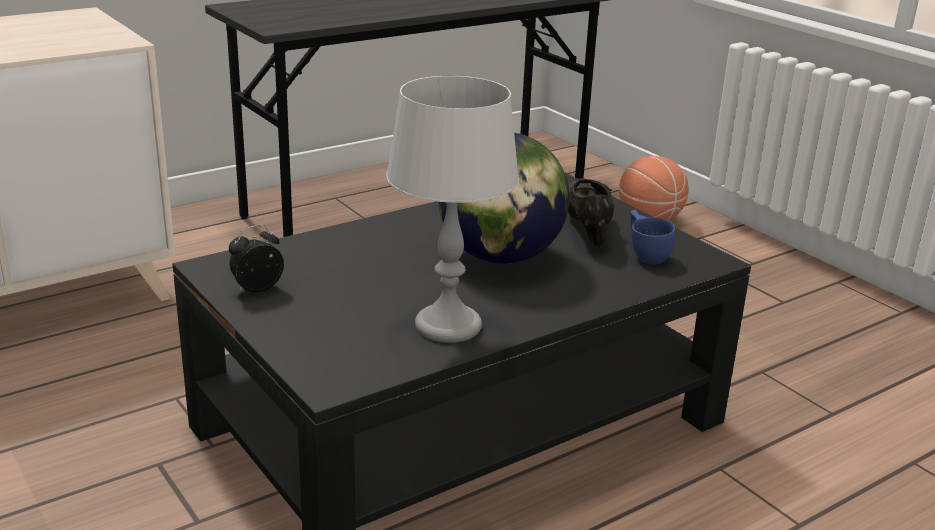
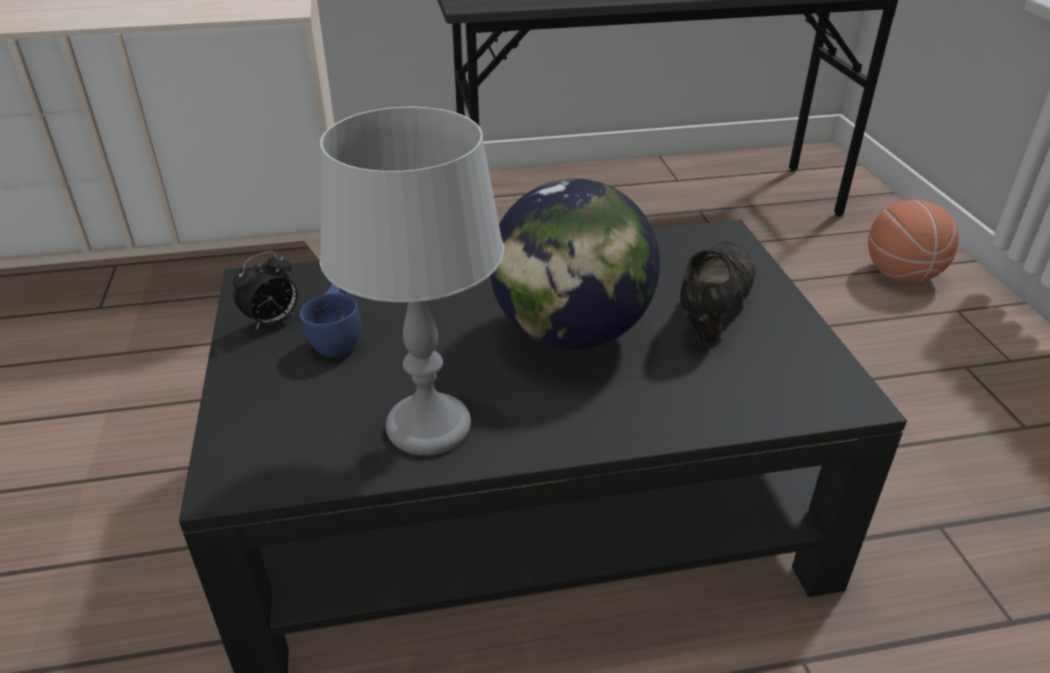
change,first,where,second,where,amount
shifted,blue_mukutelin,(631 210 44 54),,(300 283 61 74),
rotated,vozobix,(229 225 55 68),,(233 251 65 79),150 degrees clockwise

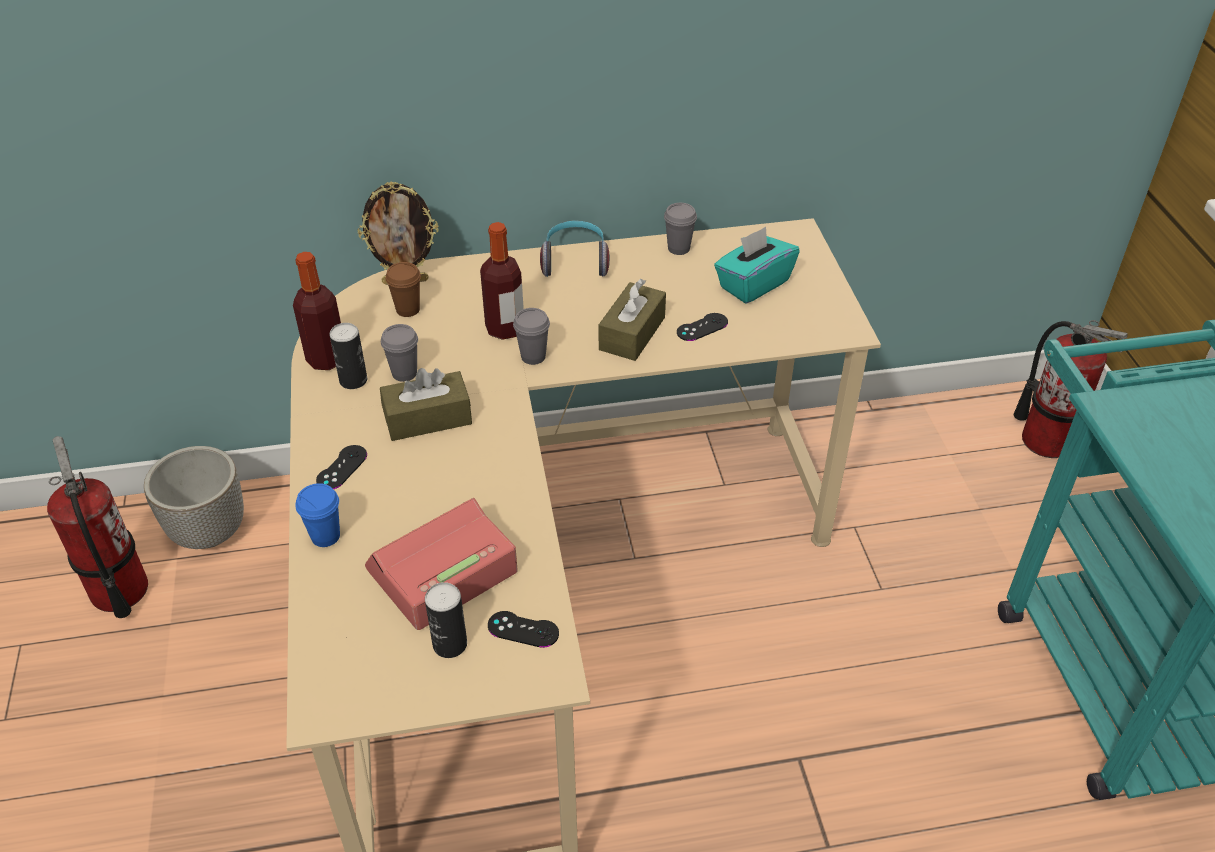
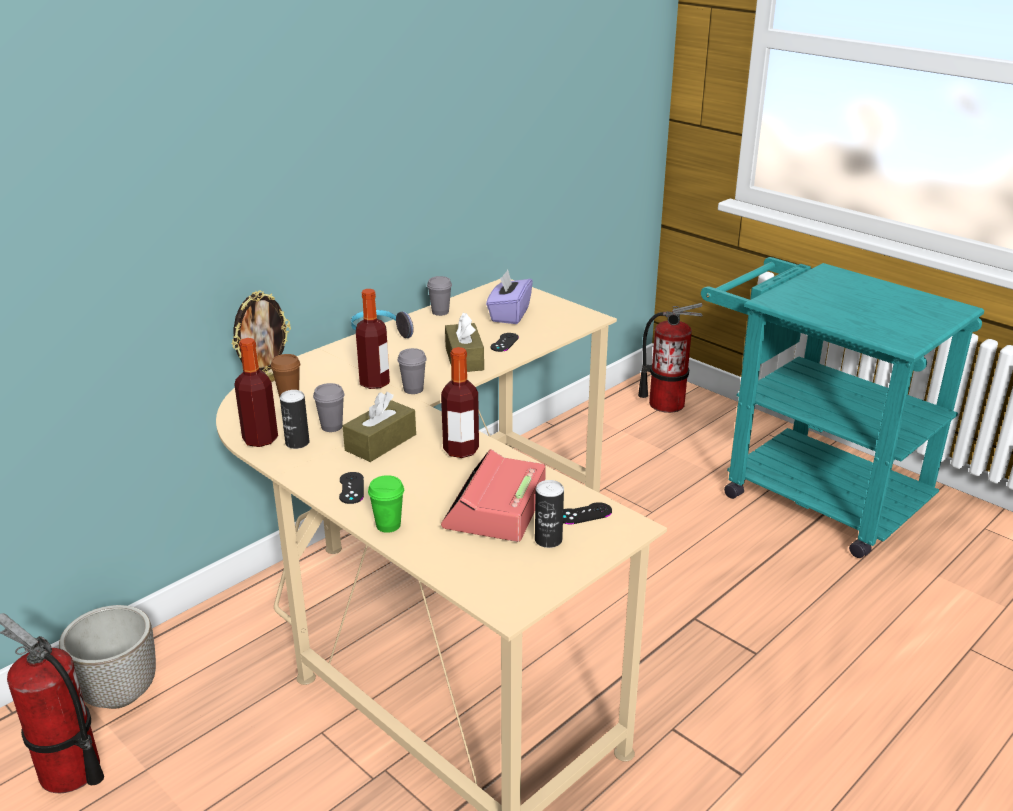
change,first,where,second,where,amount
new,,,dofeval,(441 347 38 111),
repainted,blue_mukutelin,(296 483 44 64),green_mukutelin,(368 475 36 58),
repainted,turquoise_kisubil,(714 227 86 77),purple_kisubil,(486 270 47 54),

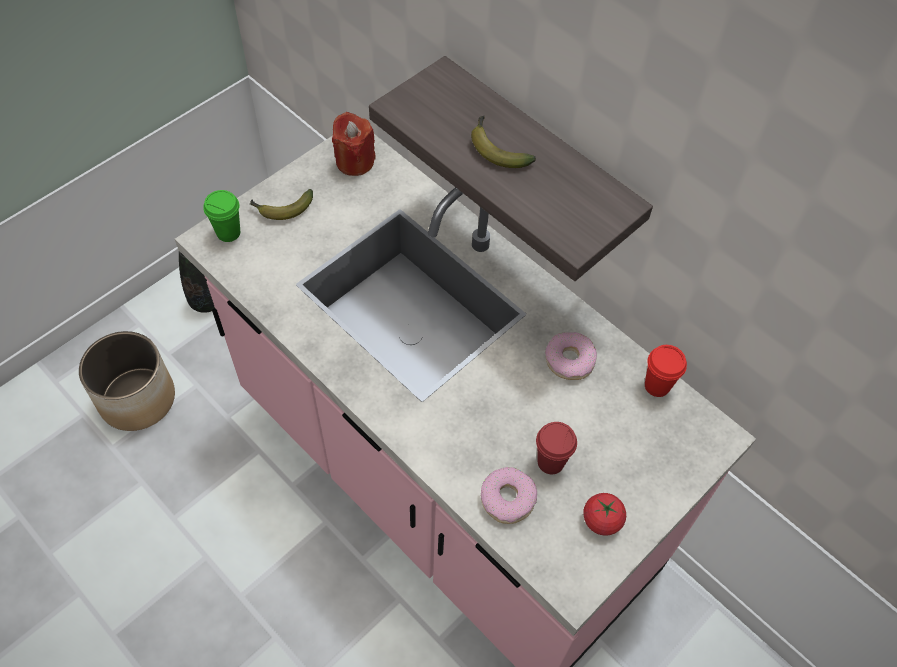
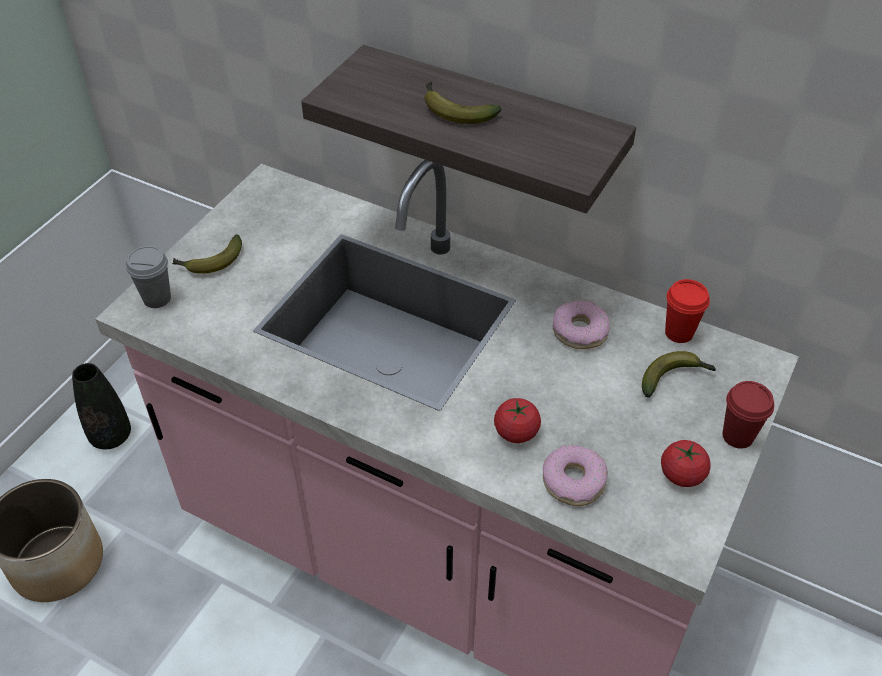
change,first,where,second,where,amount
gone,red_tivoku,(332 112 44 64),,,
new,,,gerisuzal,(494 398 47 45),
new,,,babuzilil,(642 351 74 47),
shifted,red_mukutelin,(536 422 41 52),,(722 381 52 68),
repainted,green_mukutelin,(203 190 37 52),grey_mukutelin,(126 246 45 62),

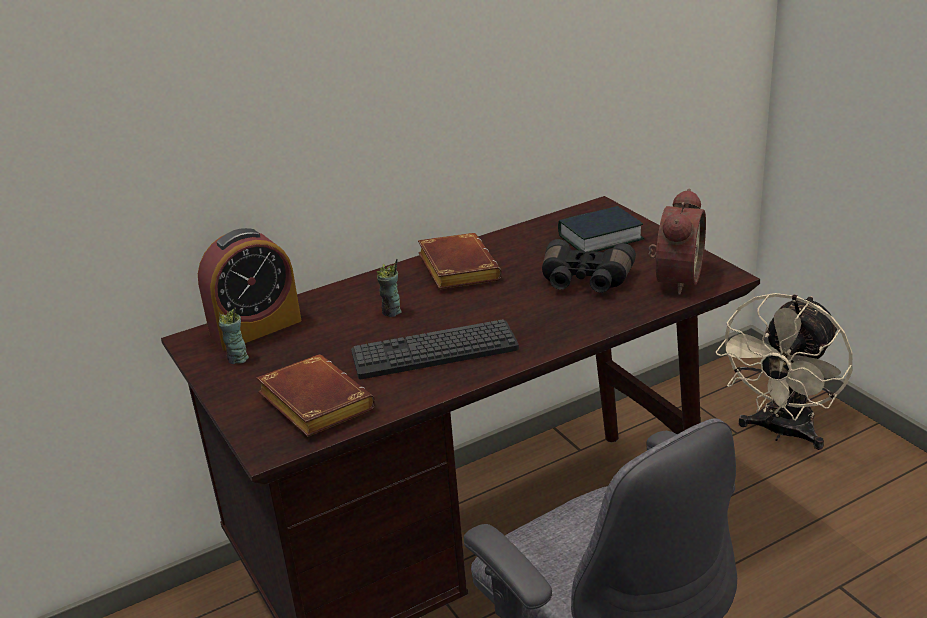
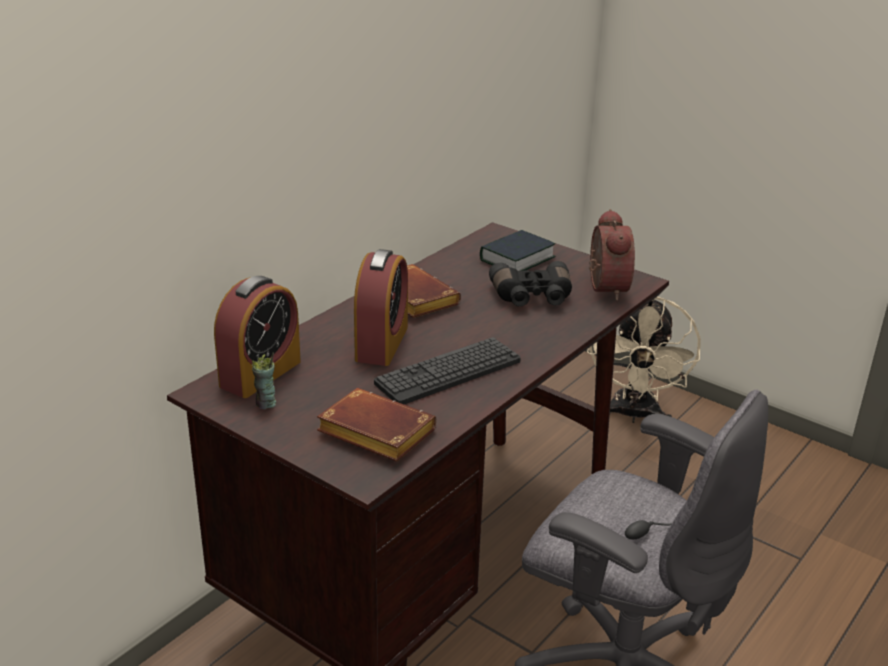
change,first,where,second,where,amount
swapped,mukutelin,(376 258 26 59),vozobix,(354 249 54 117),

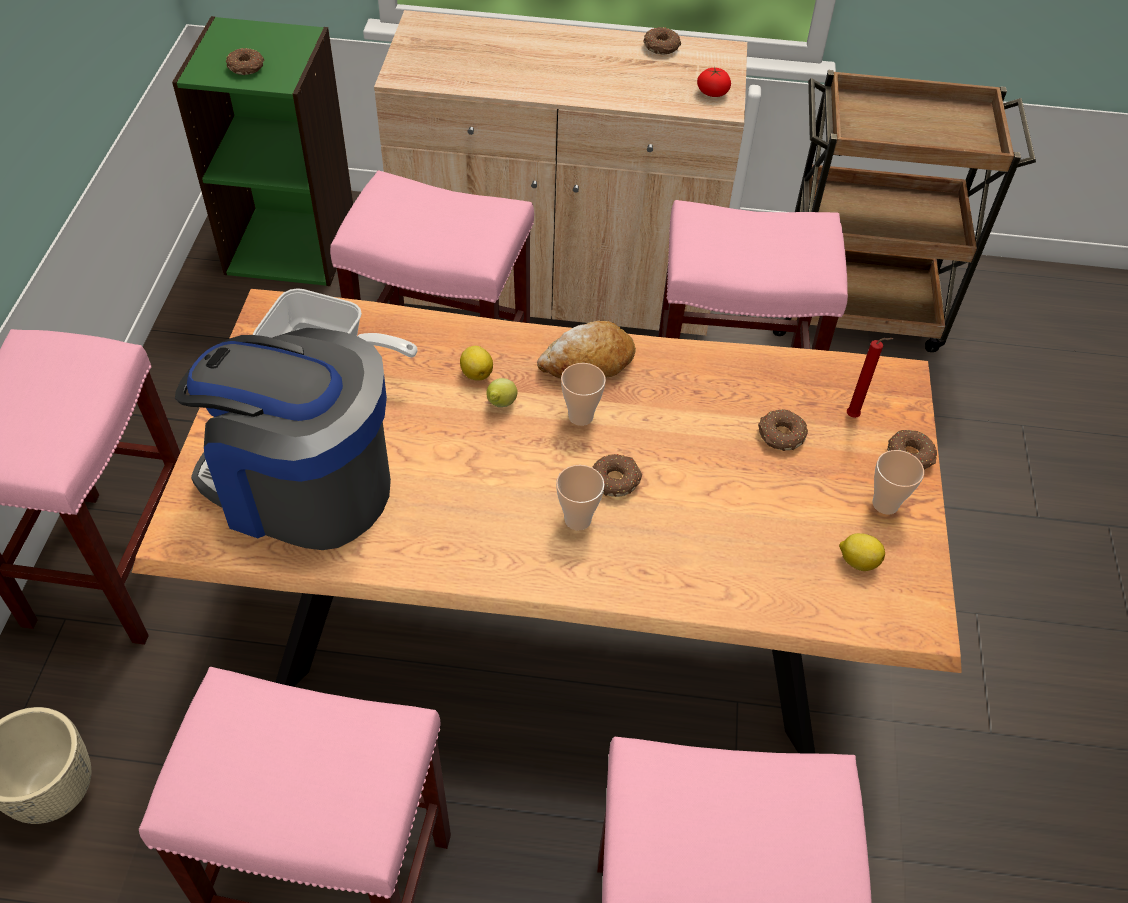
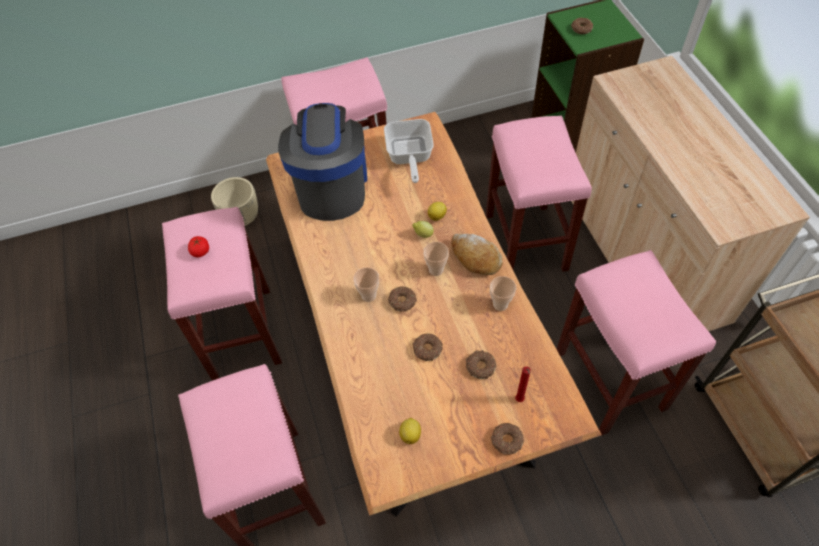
change,first,where,second,where,amount
shifted,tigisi,(643 27 38 27),,(413 333 30 28),
shifted,gerisuzal,(697 66 34 31),,(188 236 21 21),
shifted,mukutelin,(873 450 51 65),,(490 276 26 35),

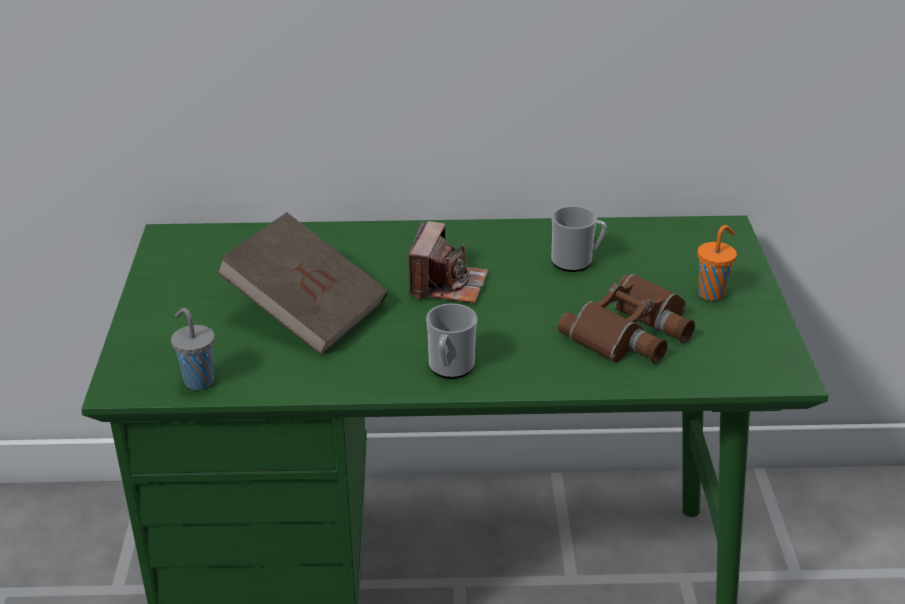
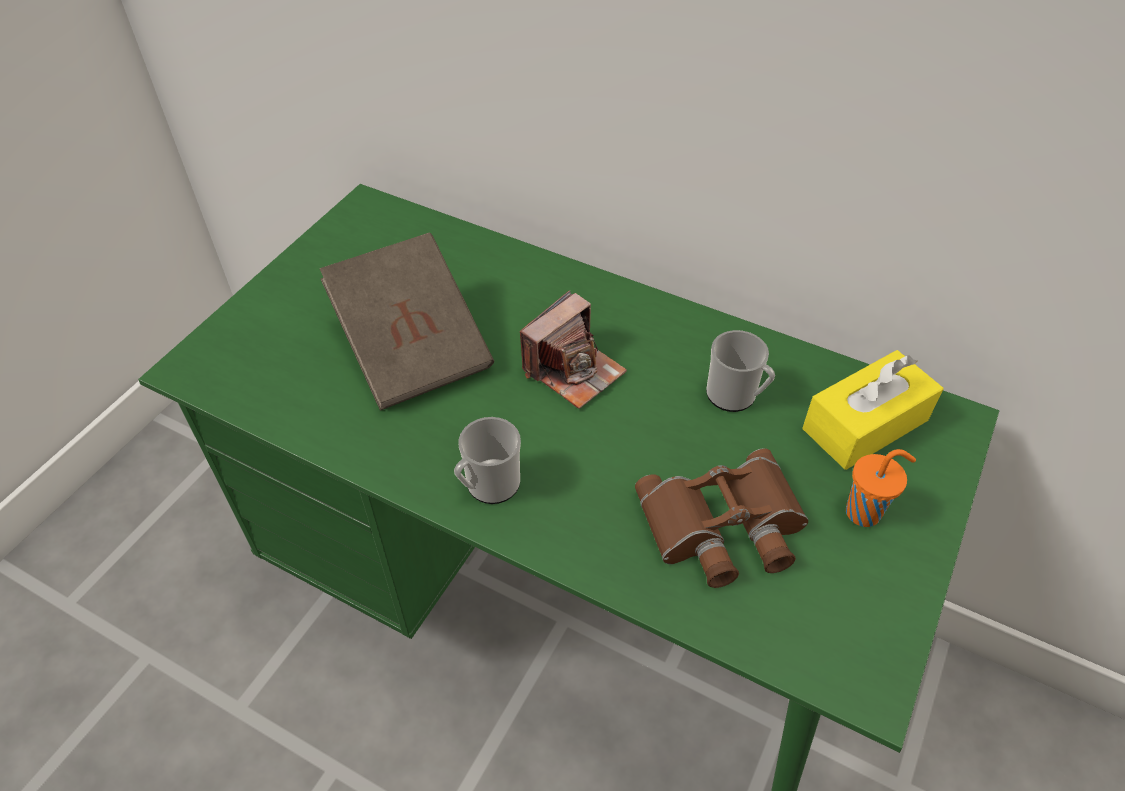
change,first,where,second,where,amount
gone,grey_mukutelin,(171 308 44 82),,,
new,,,yellow_kisubil,(802 350 142 120),

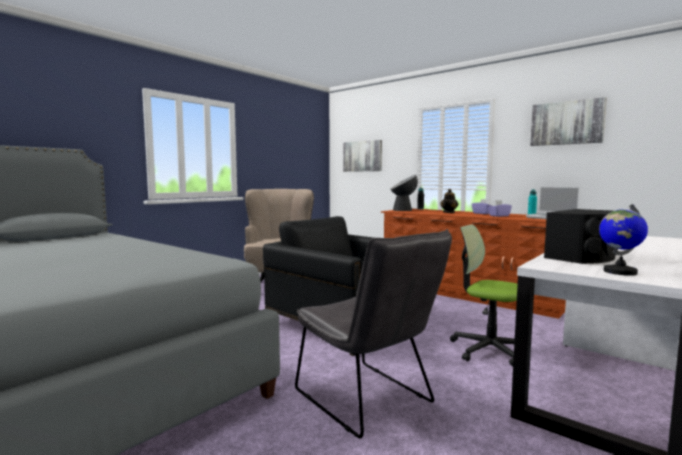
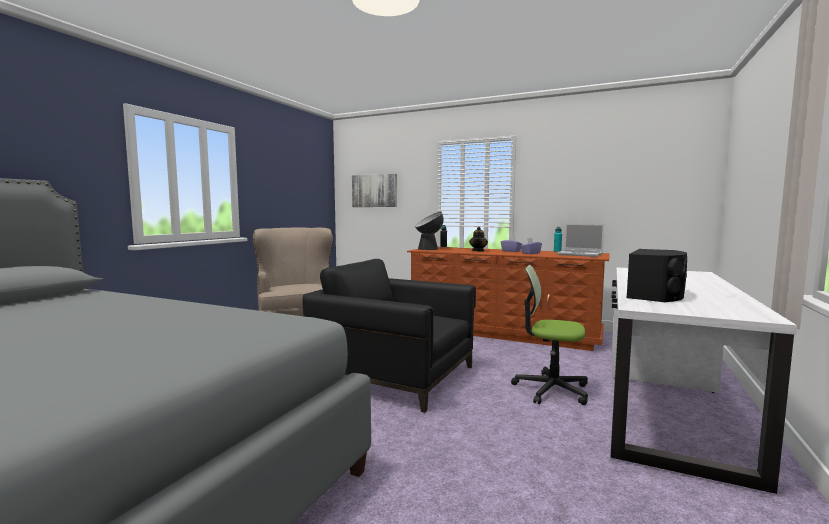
change,first,where,second,where,amount
gone,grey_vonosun,(295 229 157 209),,,
gone,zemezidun,(530 97 77 49),,,
gone,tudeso,(599 204 49 72),,,

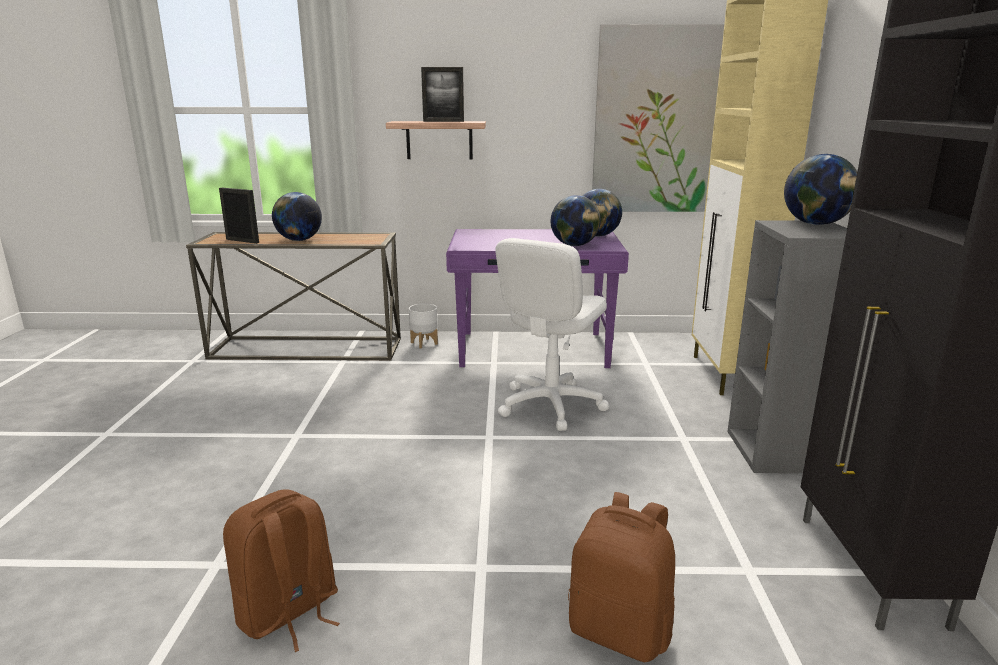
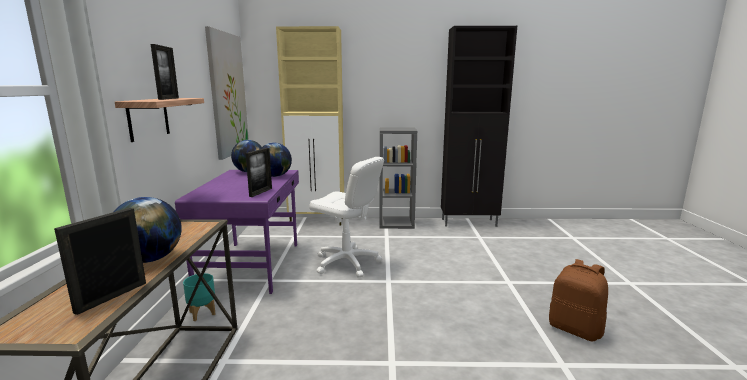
change,first,where,second,where,amount
gone,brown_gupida,(568 492 107 170),,,
gone,tudeso,(784 154 73 71),,,
new,,,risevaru,(246 148 26 49),
repainted,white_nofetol,(409 304 29 45),turquoise_nofetol,(183 273 33 48),

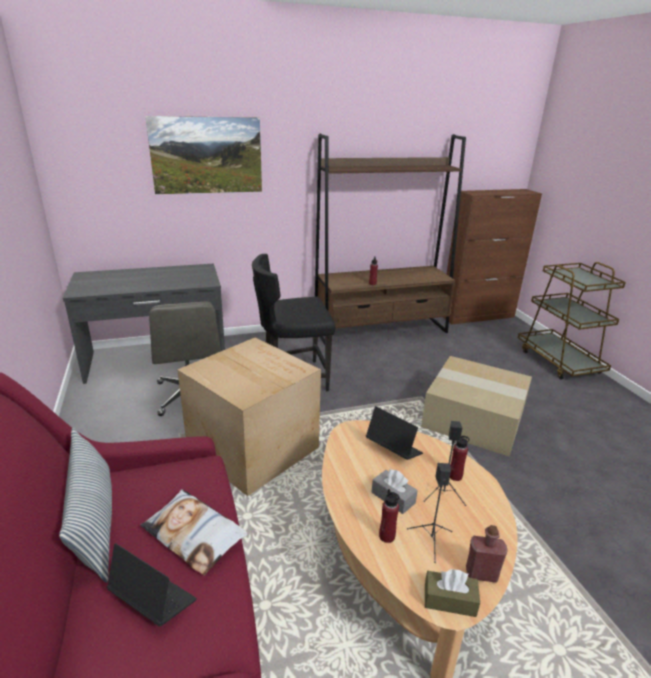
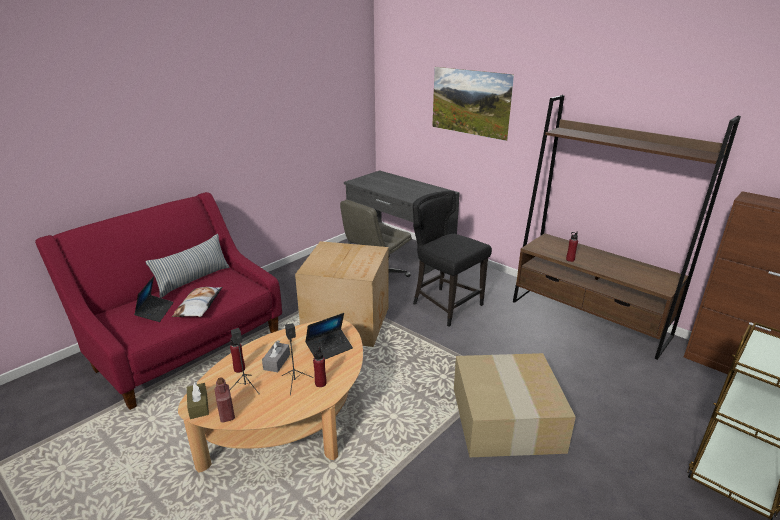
change,first,where,second,where,amount
rotated,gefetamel,(366 406 57 54),,(305 313 48 46),45 degrees clockwise

